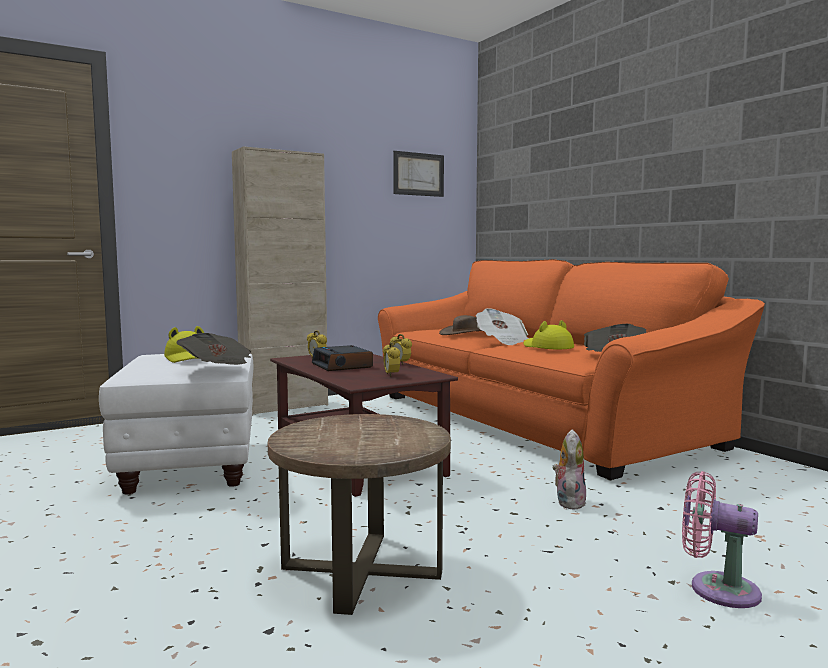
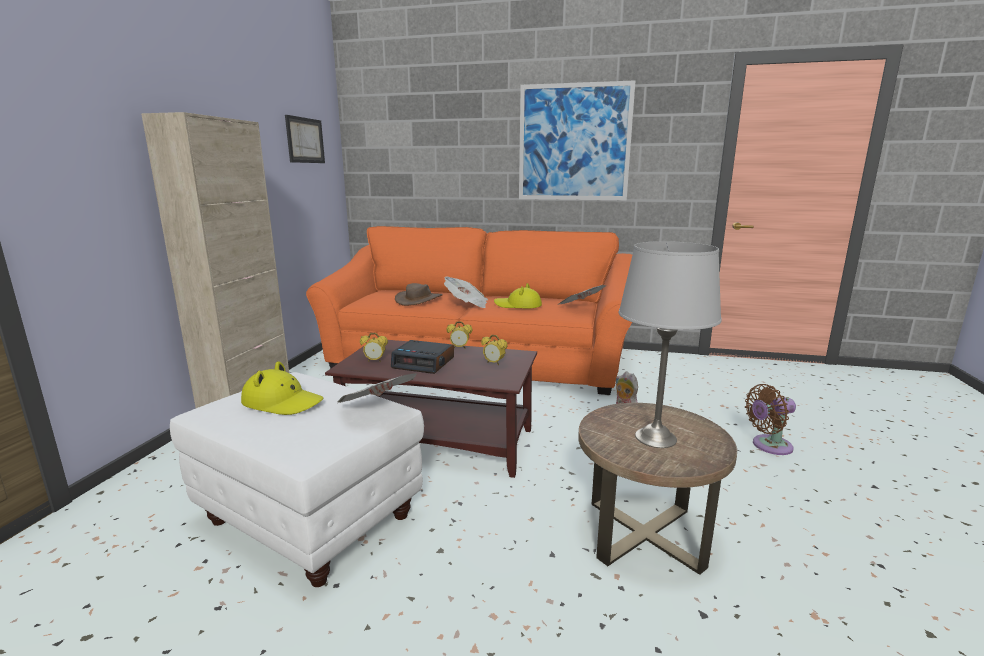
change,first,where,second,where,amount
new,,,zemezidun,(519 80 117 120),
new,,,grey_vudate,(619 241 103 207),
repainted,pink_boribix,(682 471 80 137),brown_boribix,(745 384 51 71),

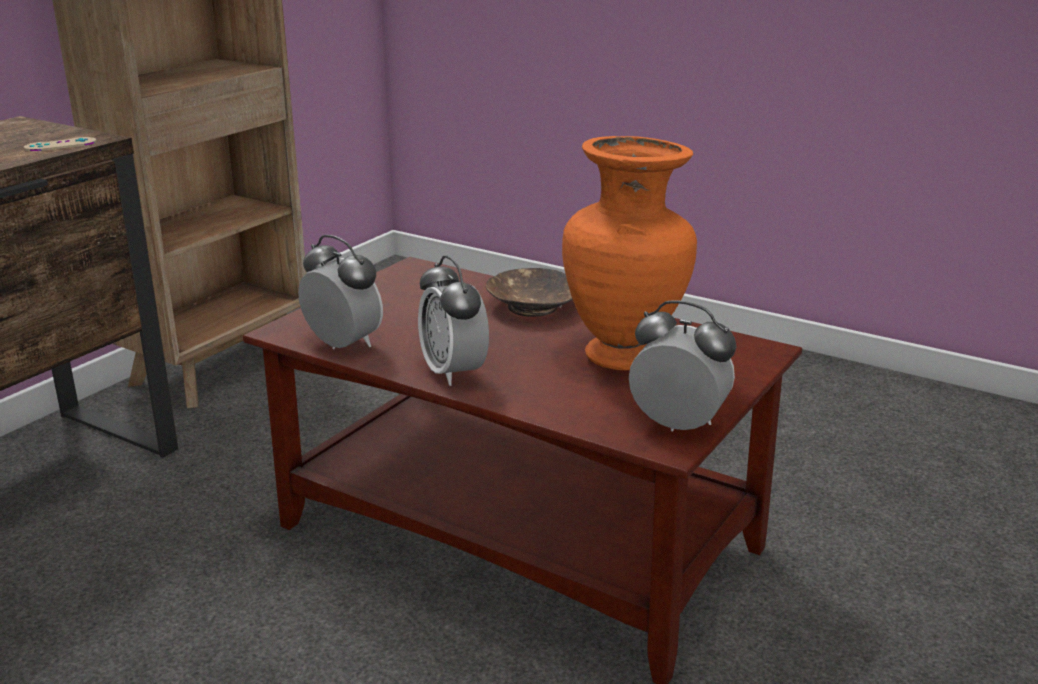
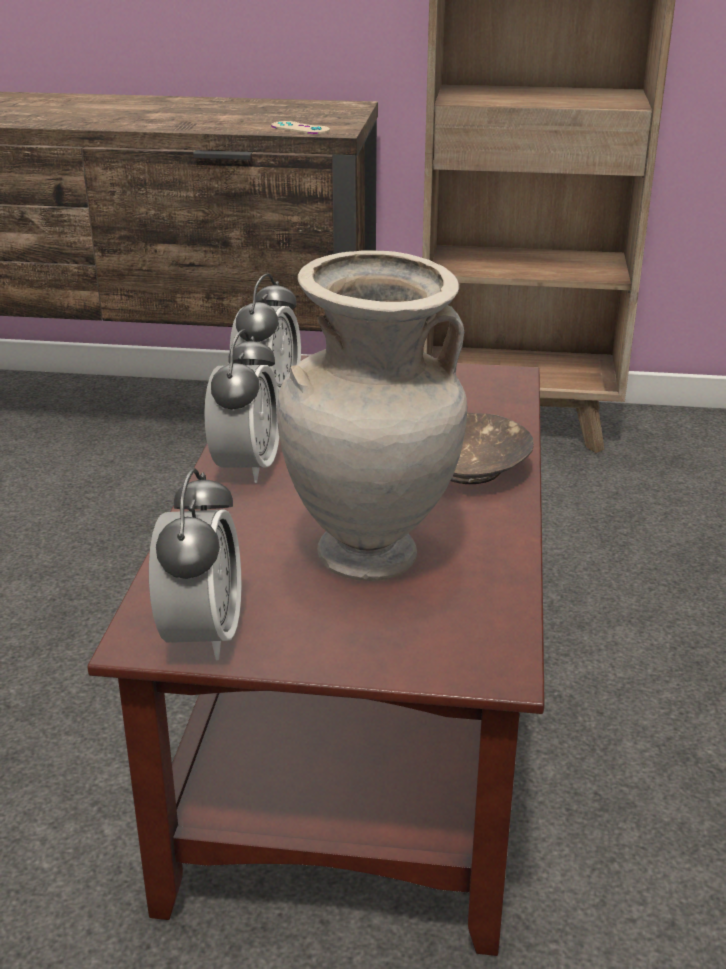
change,first,where,second,where,amount
repainted,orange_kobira,(562 136 135 235),beige_kobira,(277 250 190 331),
rotated,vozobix,(418 255 71 131),,(204 329 75 154),150 degrees clockwise

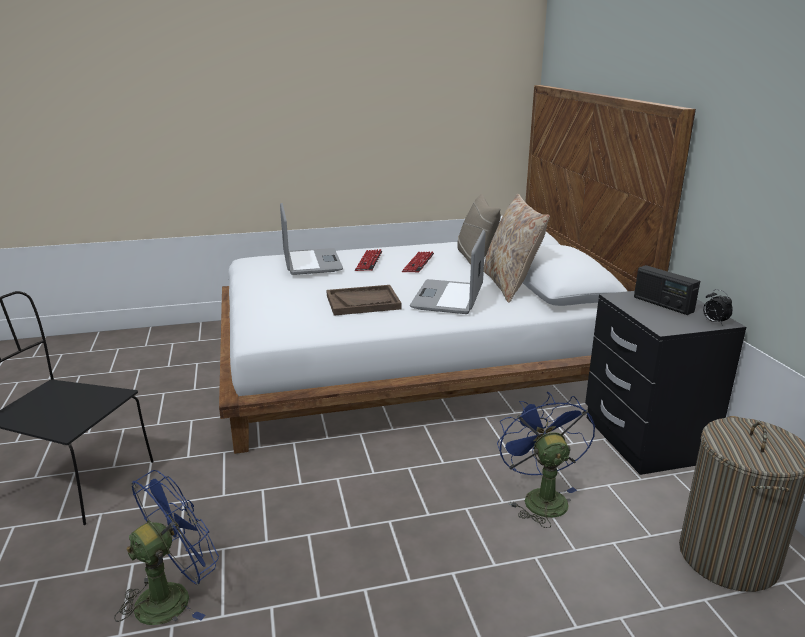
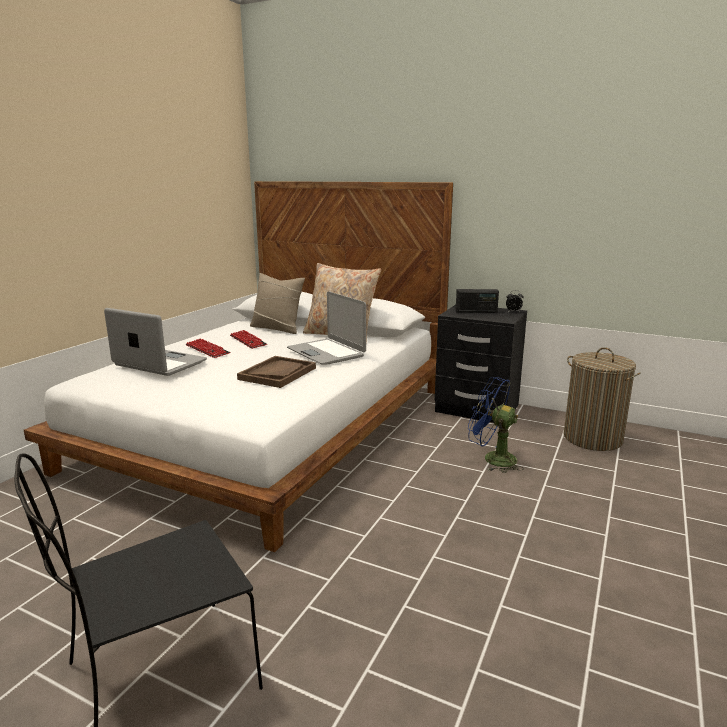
change,first,where,second,where,amount
gone,blue_boribix,(114 470 105 155),,,

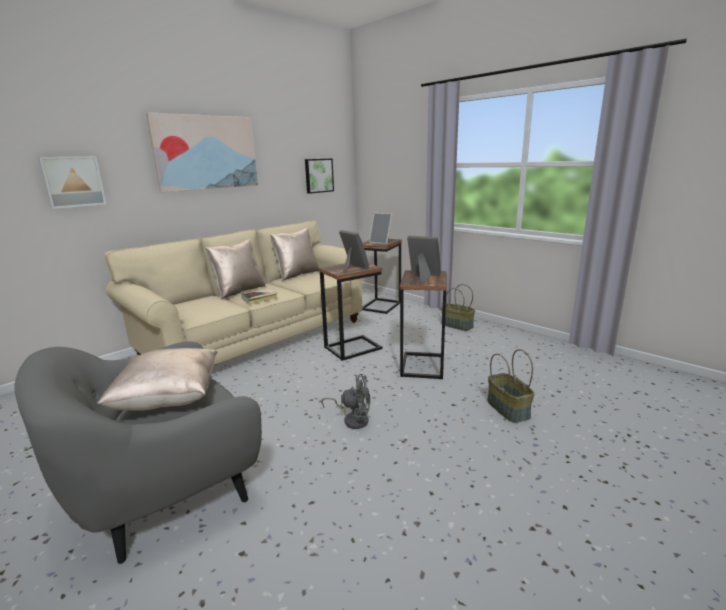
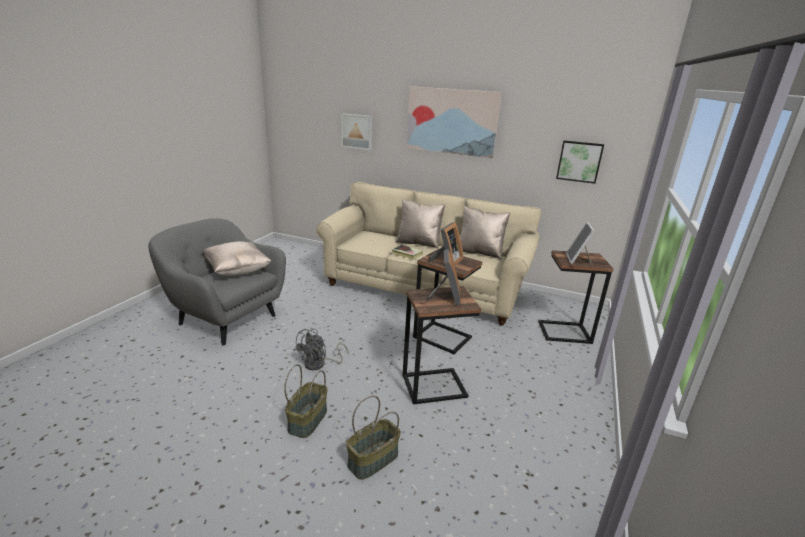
change,first,where,second,where,amount
shifted,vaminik,(441 284 34 47),,(284 364 43 74),
rotated,grey_boribix,(321 374 50 55),,(294 329 55 41),45 degrees clockwise

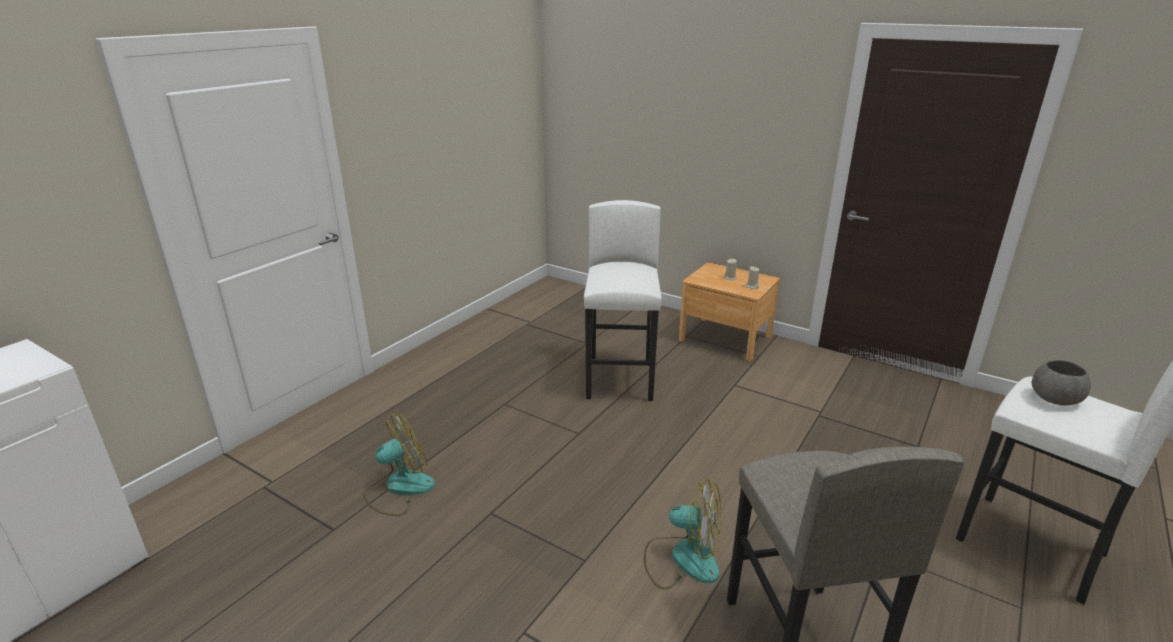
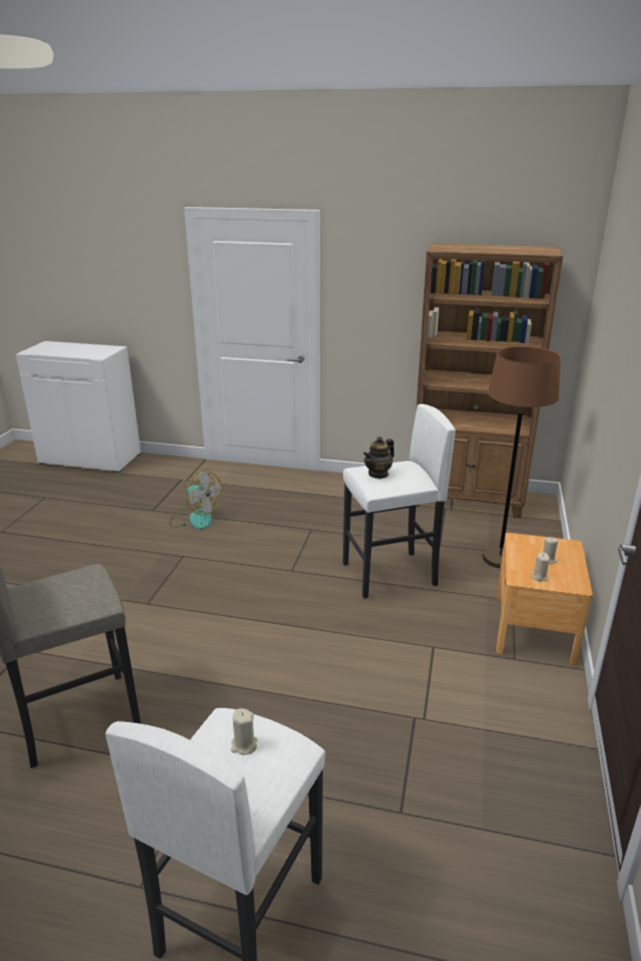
change,first,where,second,where,amount
gone,boribix,(644 478 77 112),,,
new,,,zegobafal,(363 436 31 43),
new,,,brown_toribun,(416 243 147 275),
new,,,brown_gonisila,(482 346 79 222),
swapped,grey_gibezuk,(1031 360 60 45),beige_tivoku,(231 709 26 46),

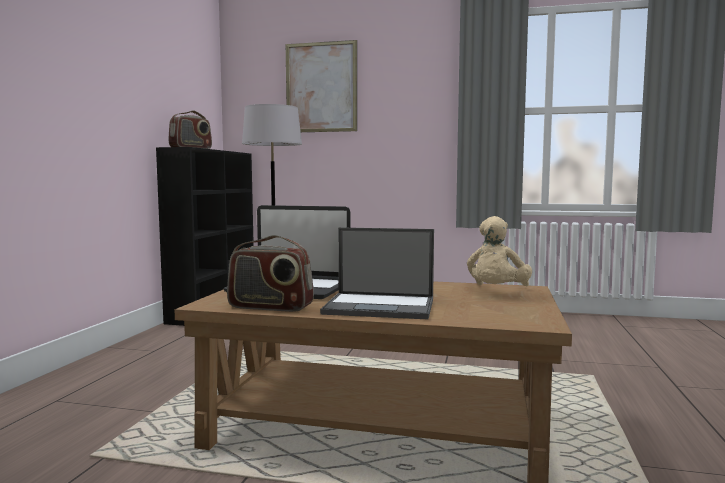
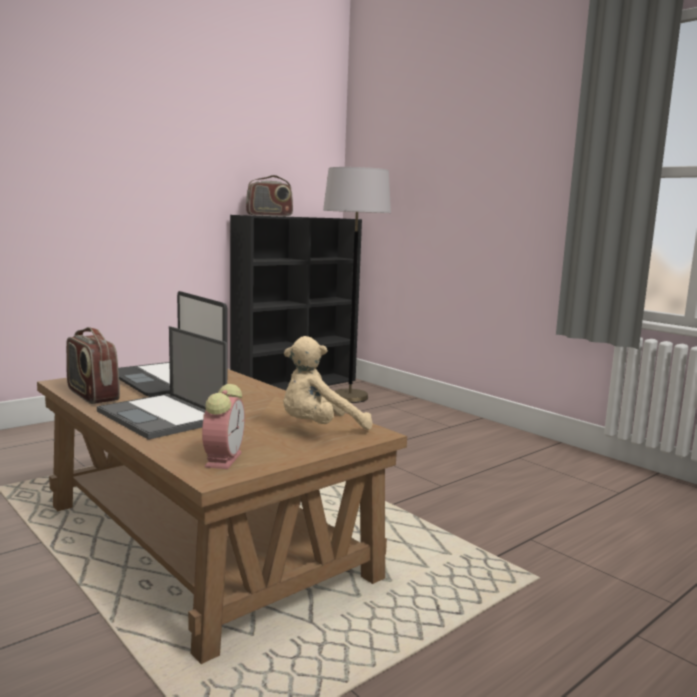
change,first,where,second,where,amount
gone,zemezidun,(286 40 71 92),,,
new,,,vozobix,(202 384 43 85),

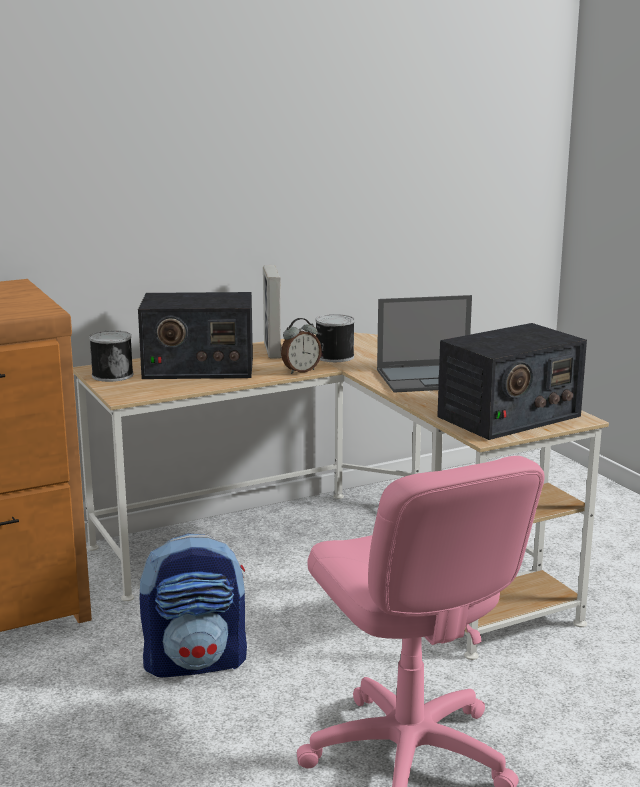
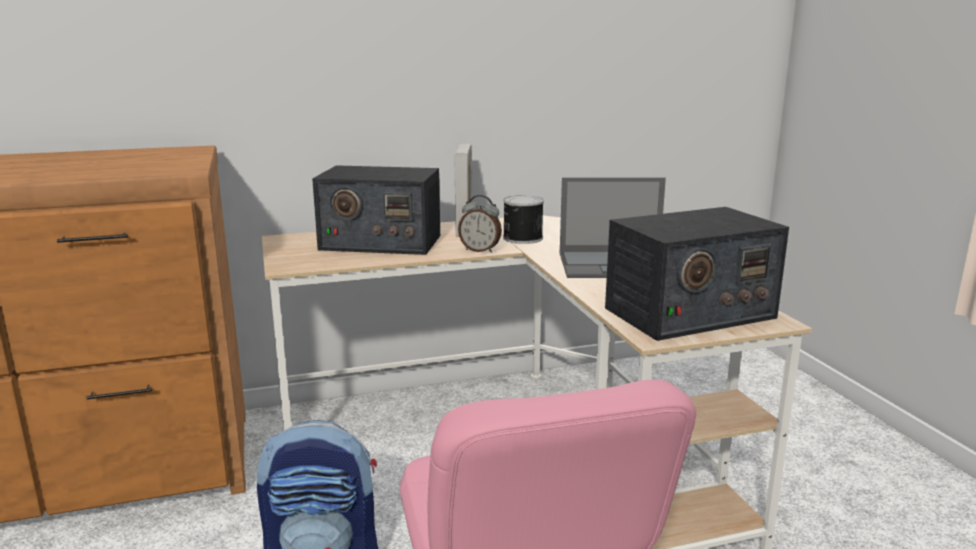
change,first,where,second,where,amount
gone,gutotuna,(89 330 44 52),,,
rotated,vozobix,(281 318 41 56),,(458 195 44 58),45 degrees clockwise

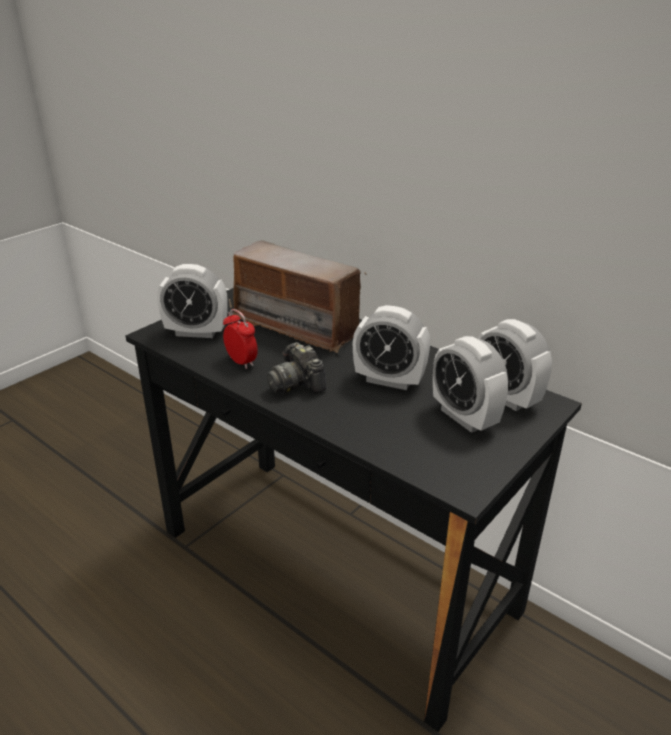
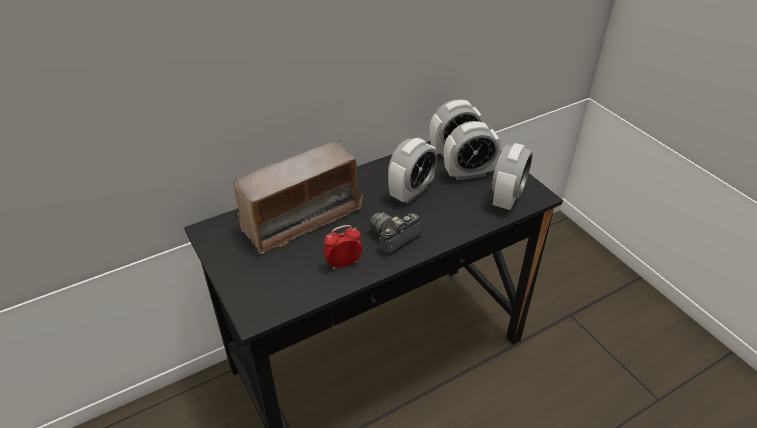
change,first,where,second,where,amount
shifted,vozobix,(157 264 71 74),,(492 143 41 67),
rotated,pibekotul,(267 342 59 52),,(369 213 52 43),150 degrees clockwise

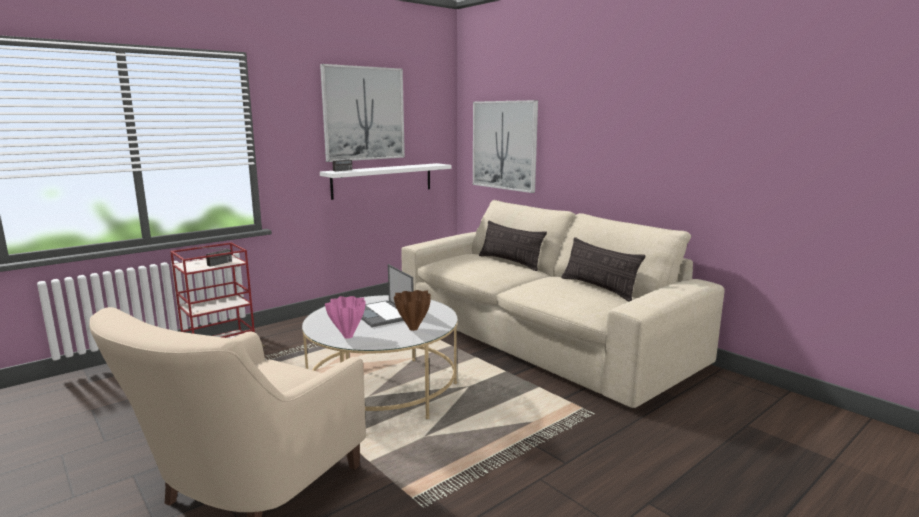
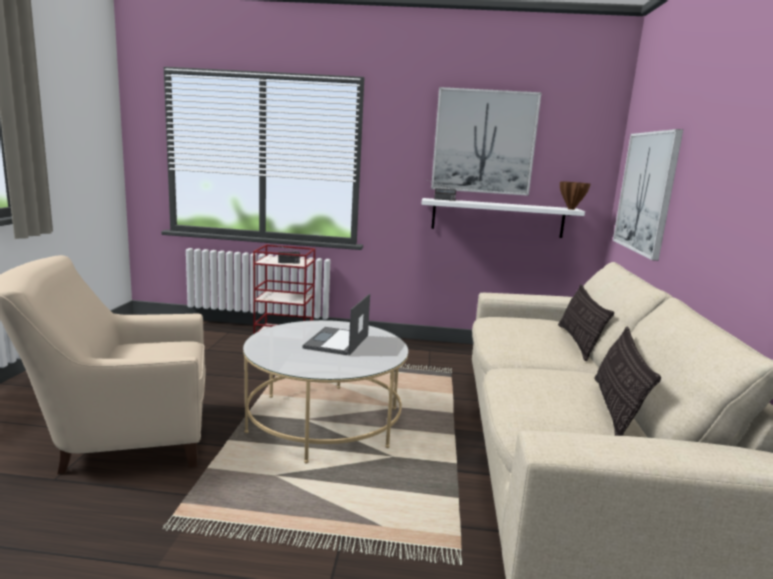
change,first,where,second,where,amount
gone,pink_kobira,(325 296 41 43),,,
shifted,brown_kobira,(394 290 37 41),,(560 181 31 29),

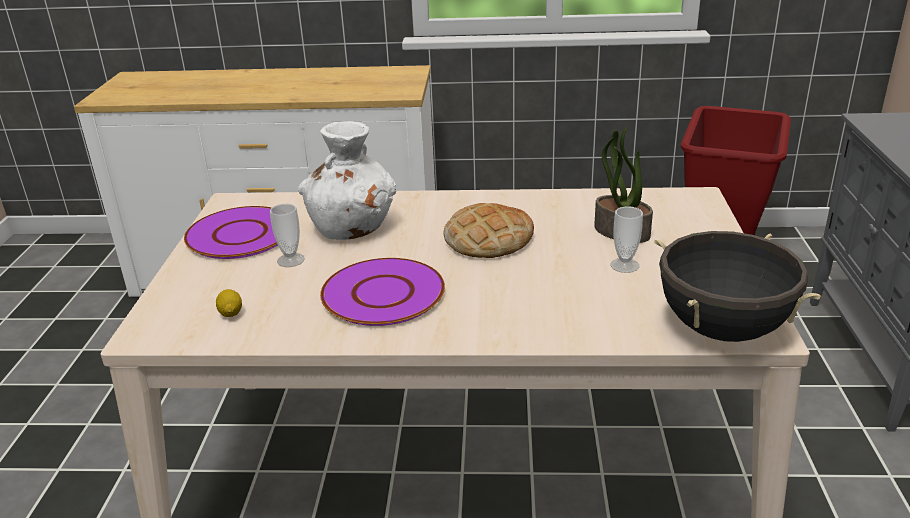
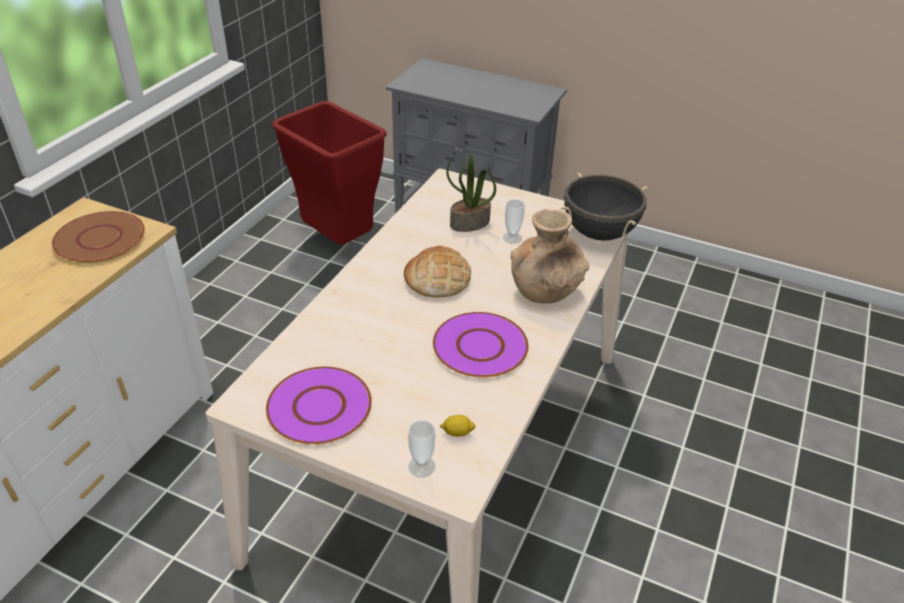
change,first,where,second,where,amount
gone,white_kobira,(298 121 98 119),,,
new,,,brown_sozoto,(52 211 93 52),
new,,,brown_kobira,(511 209 79 95),
shifted,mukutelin,(270 204 35 63),,(408 420 27 57),

